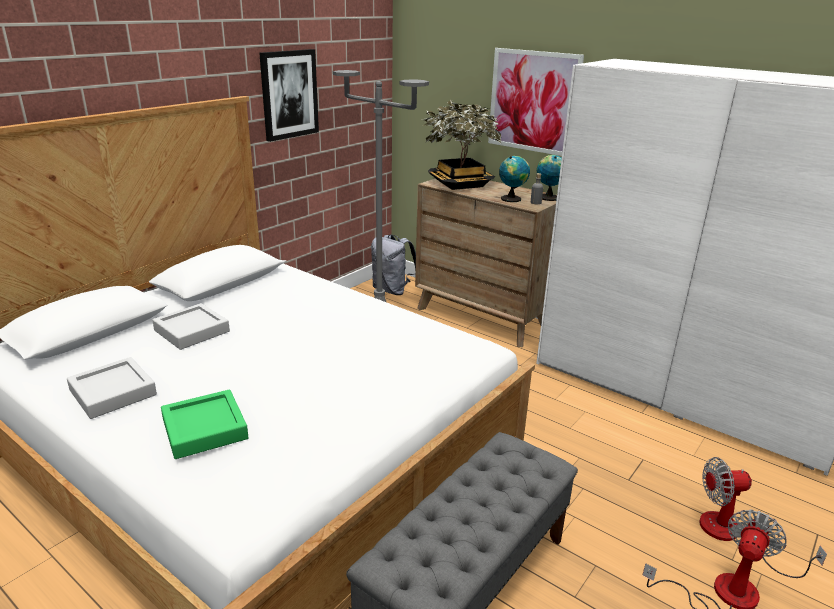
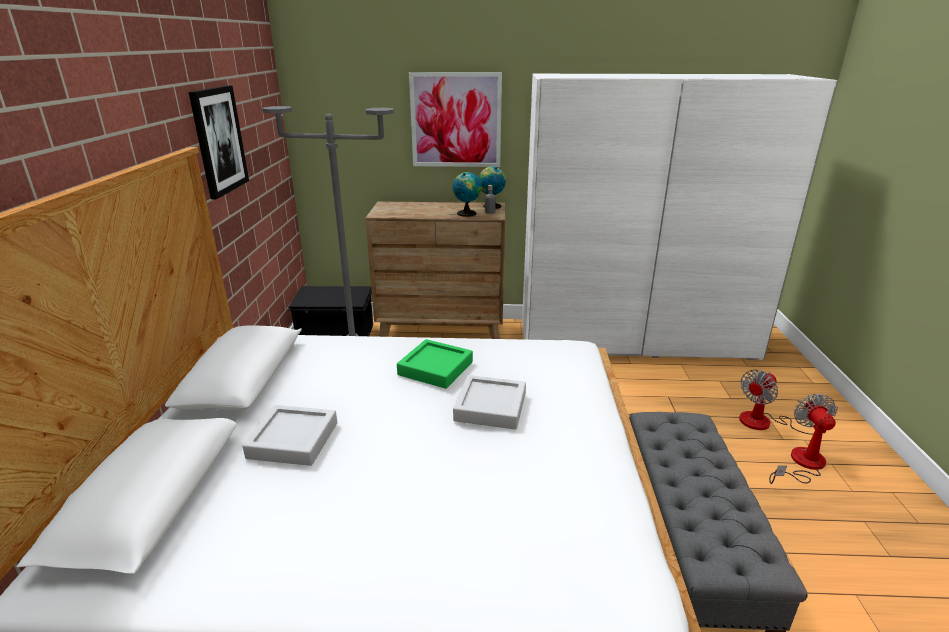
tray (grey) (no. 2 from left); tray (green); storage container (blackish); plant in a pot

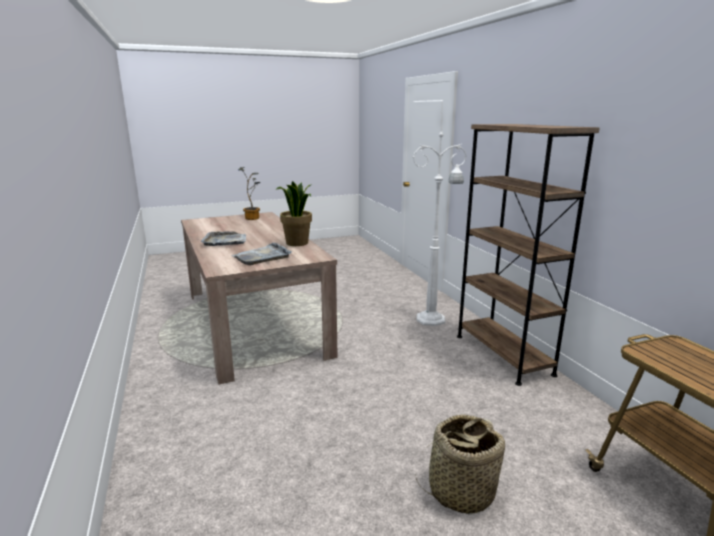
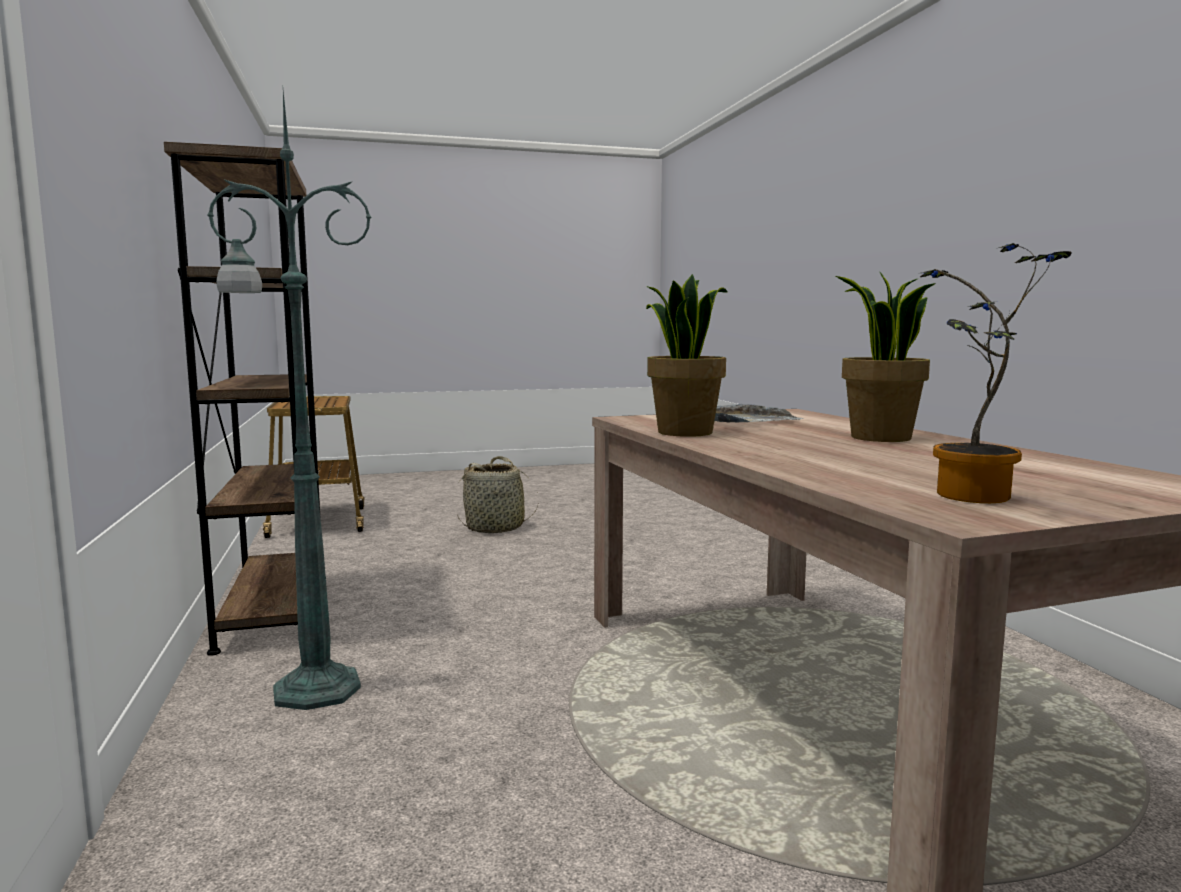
plant in a pot (no. 2 from left); standard lamp (green)

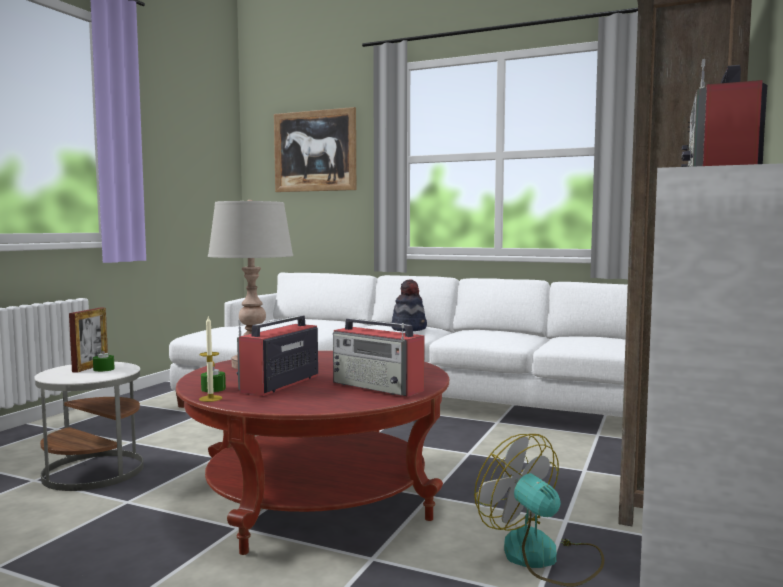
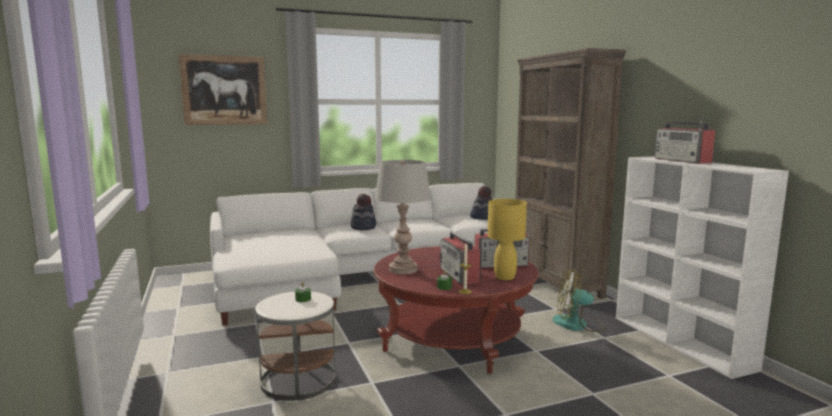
standing frame; wearable hat (no. 2 from left); table lamp (yellow-coloured)

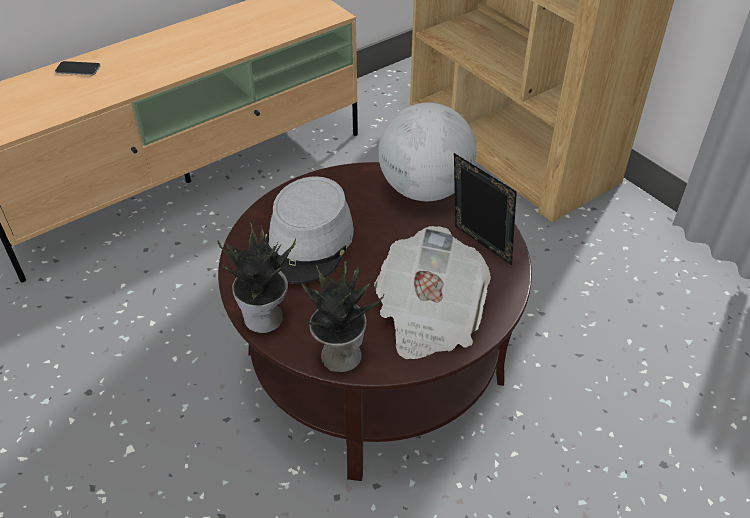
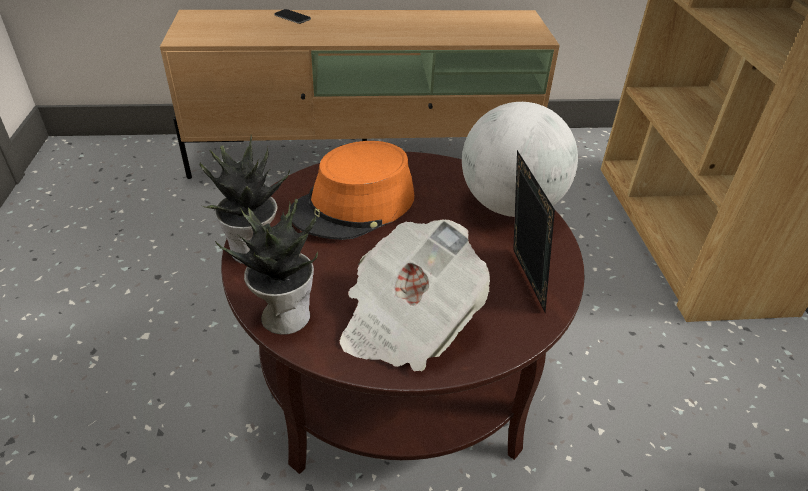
wearable hat (orangey)

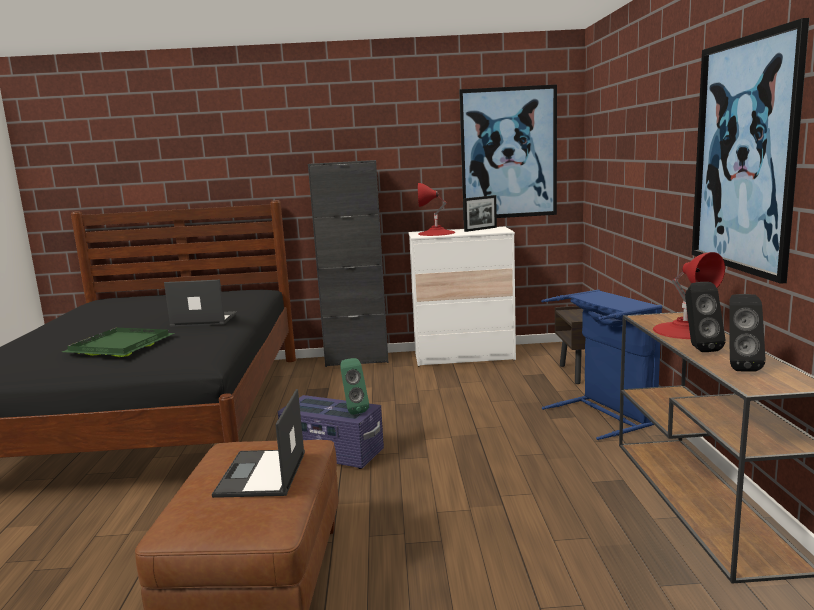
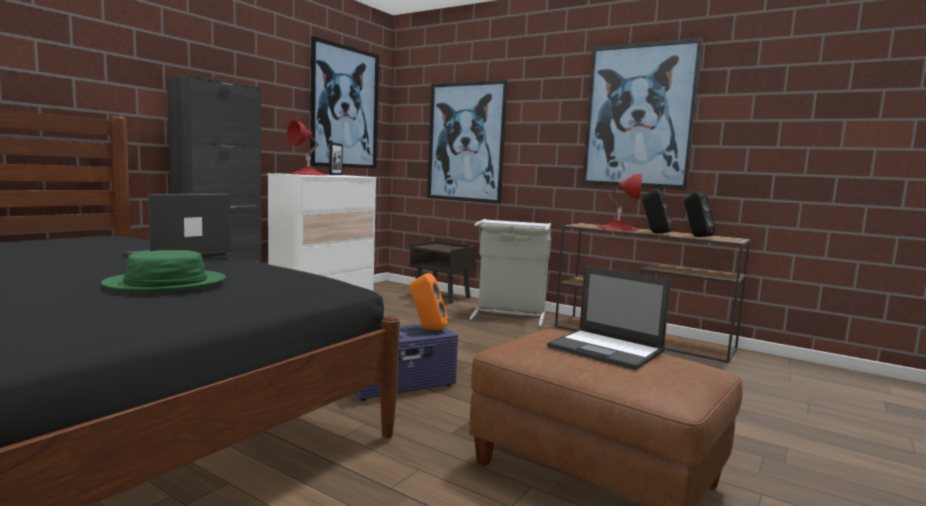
wearable hat (green); audio speaker (orangey); washing basket (grey); wall picture (no. 2 from left)

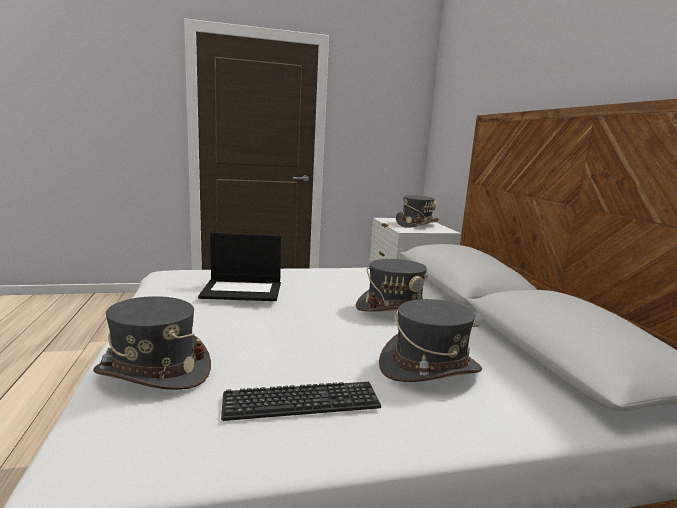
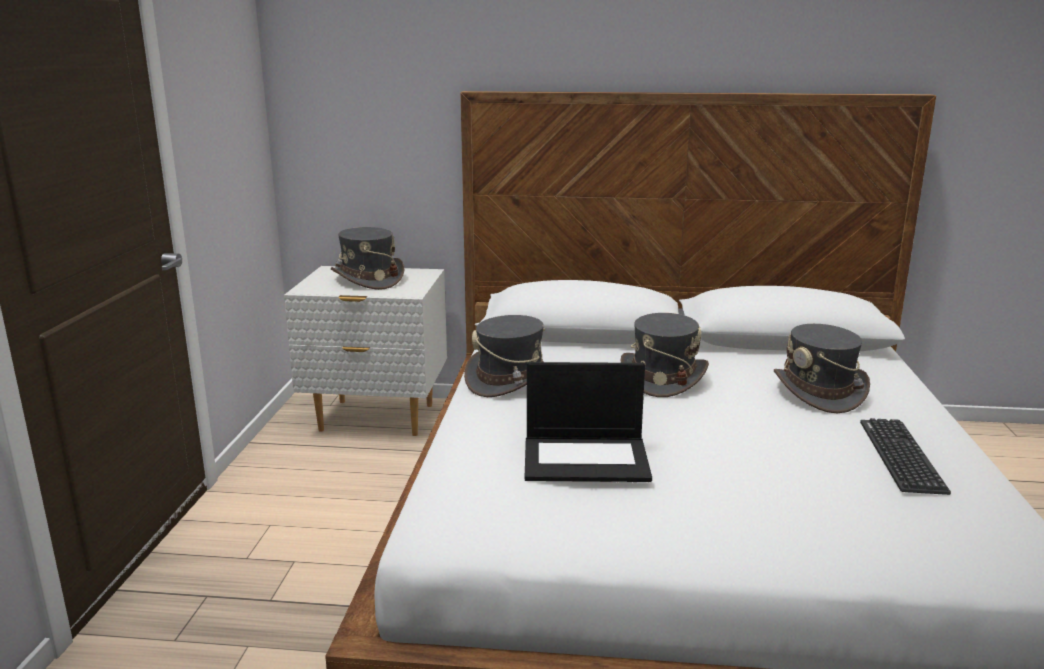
wearable hat (grey) (no. 2 from left); portable computer

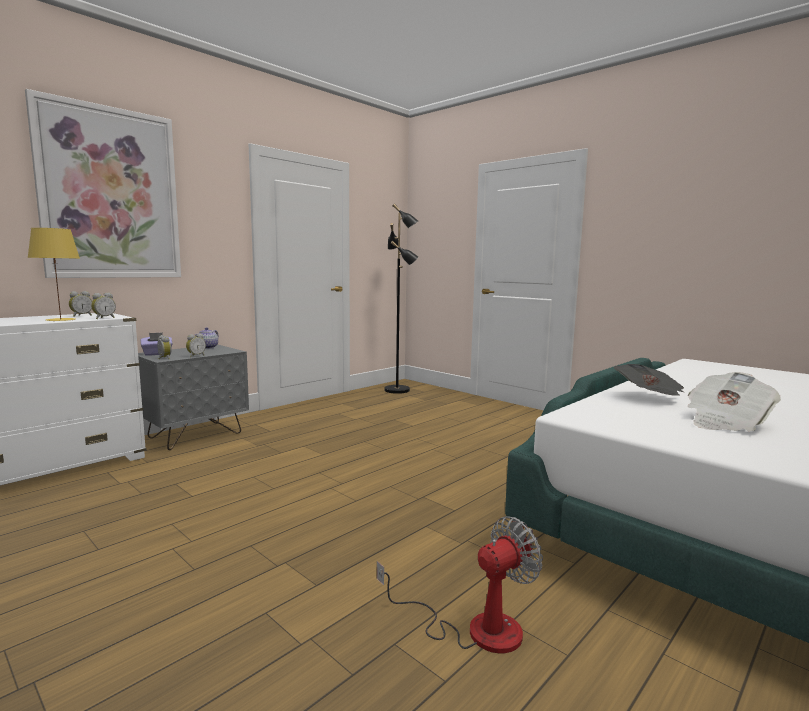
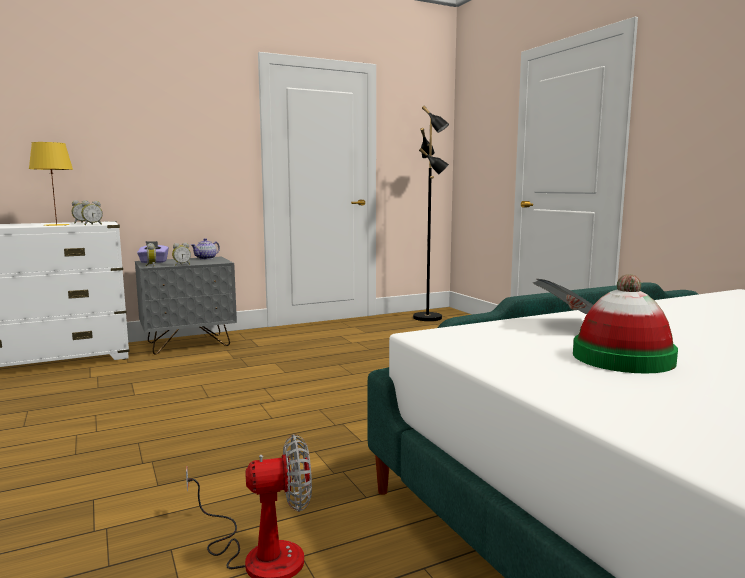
wall picture; wearable hat

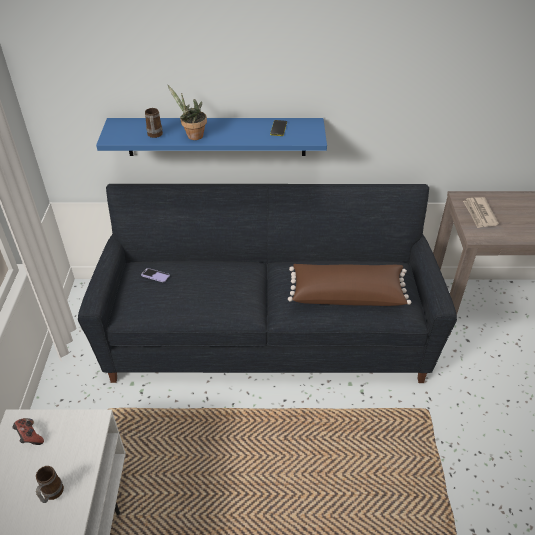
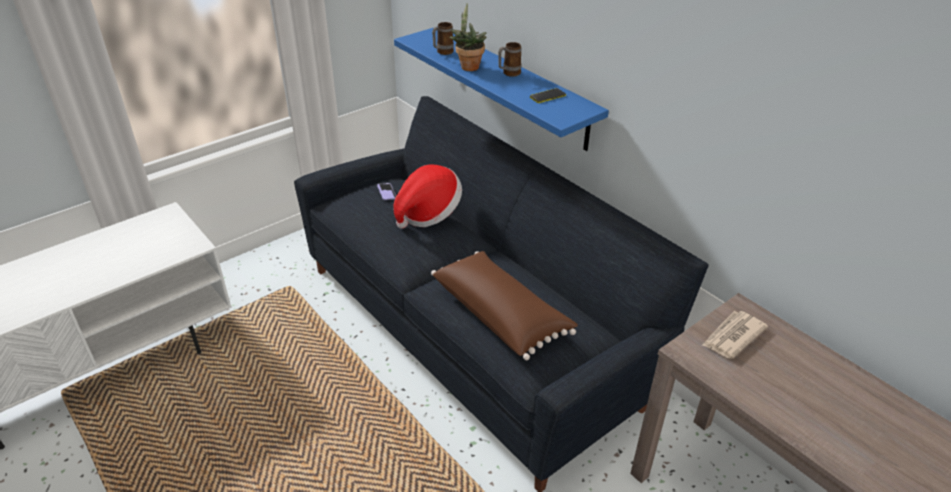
gamepad; mug (no. 2 from left); wearable hat

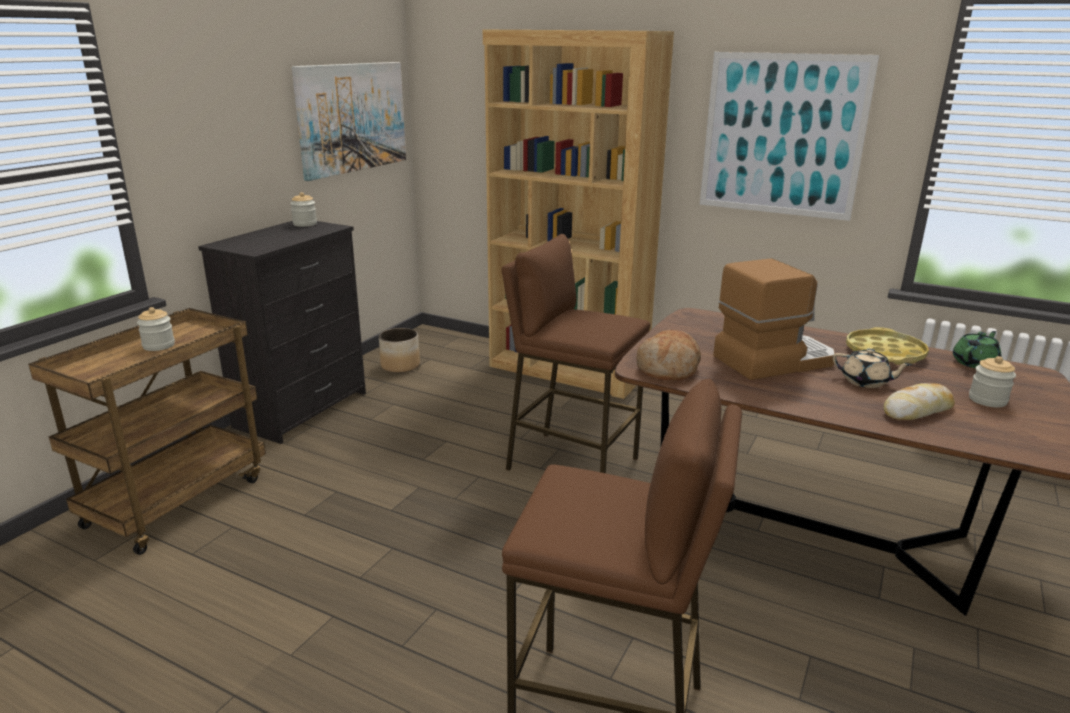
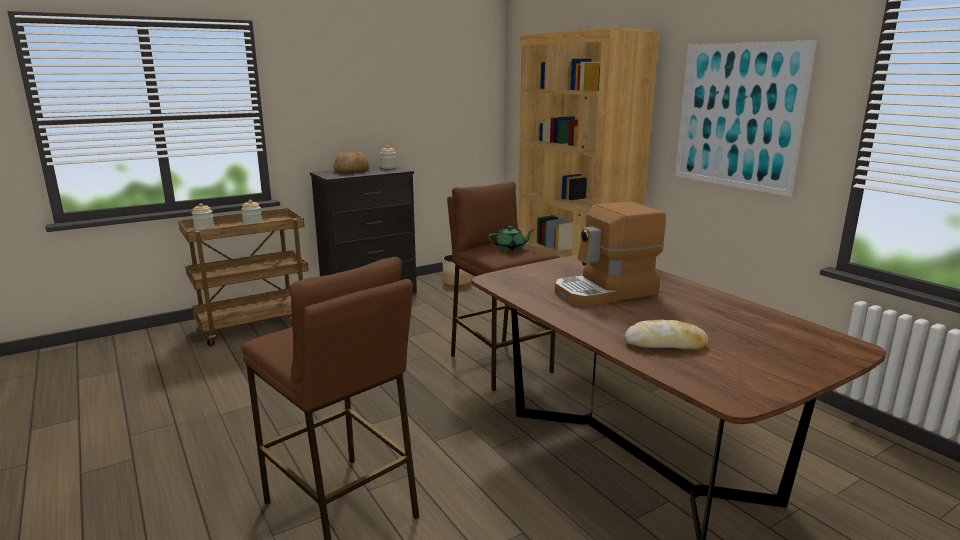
wall picture (no. 1 from left in the first image); bakery bread (no. 1 from left); coffee brewer; tea pot (beige); tray (yellow-coloured); tea pot (green); preserve jar (no. 1 from left)

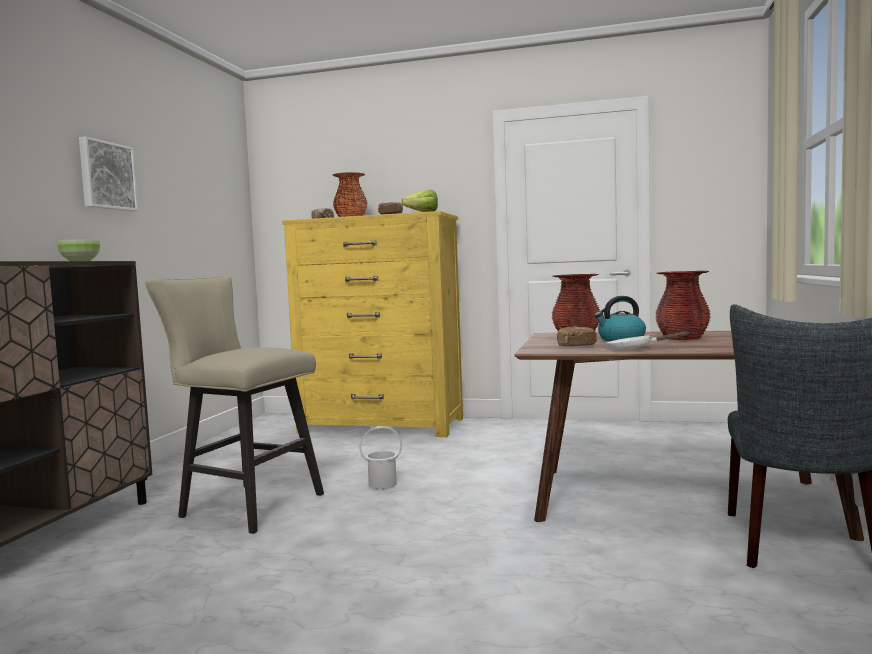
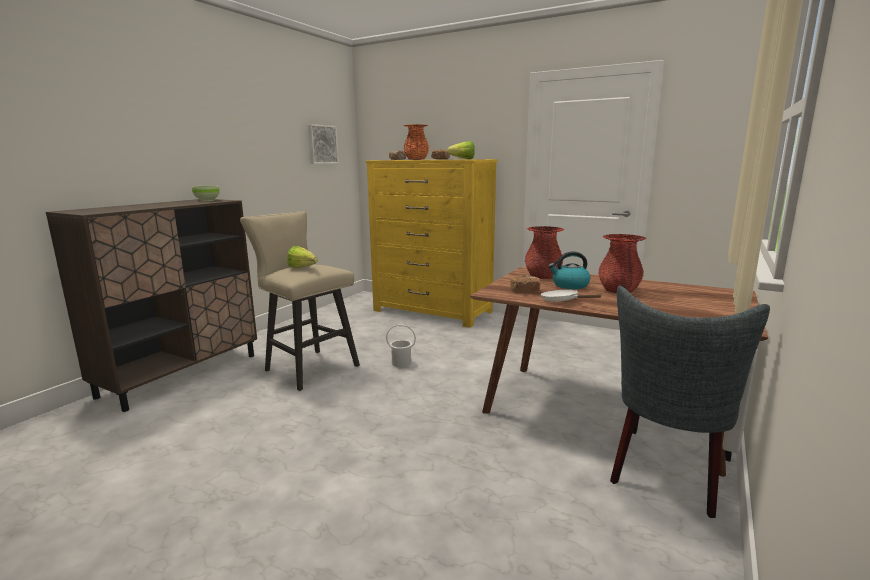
wall picture; lettuce (no. 1 from left)

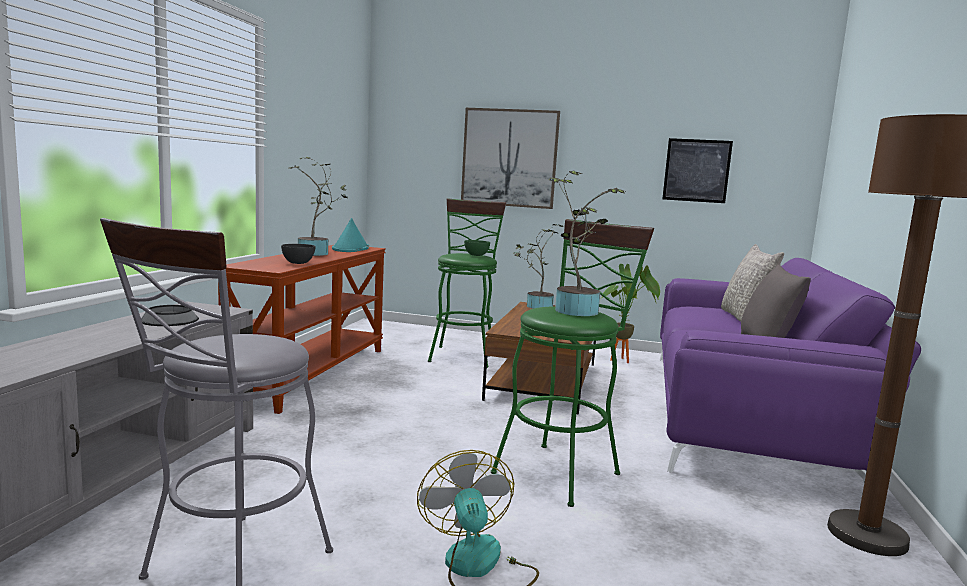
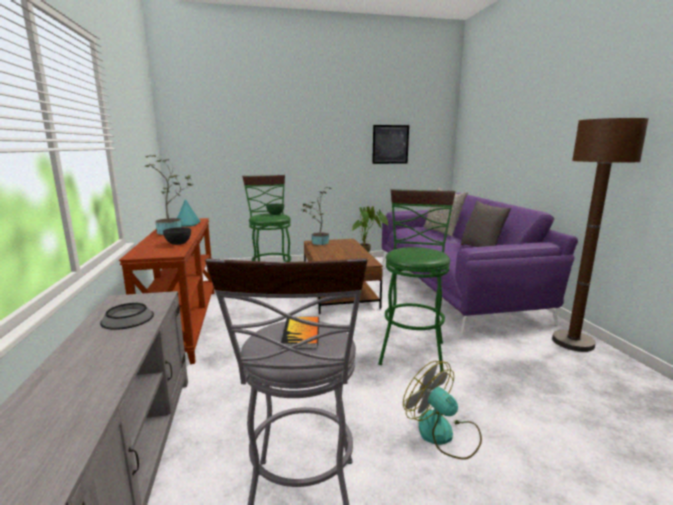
wall picture (no. 1 from left in the first image); plant in a pot (no. 3 from left in the first image); volume

